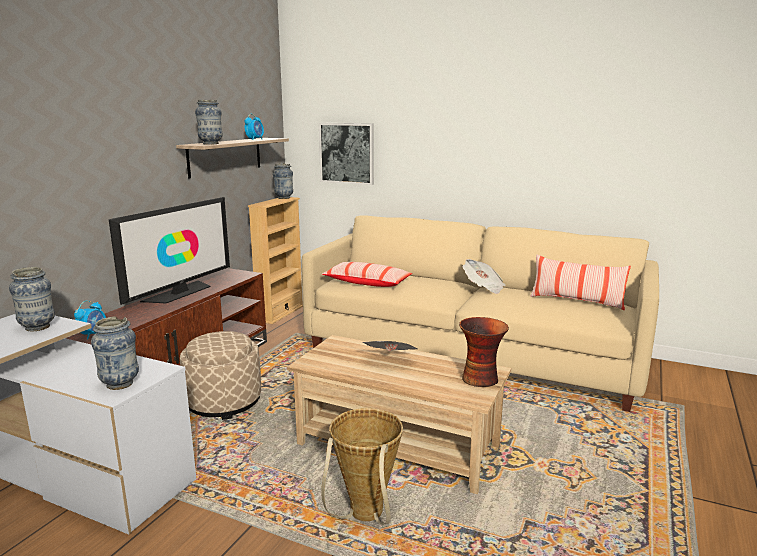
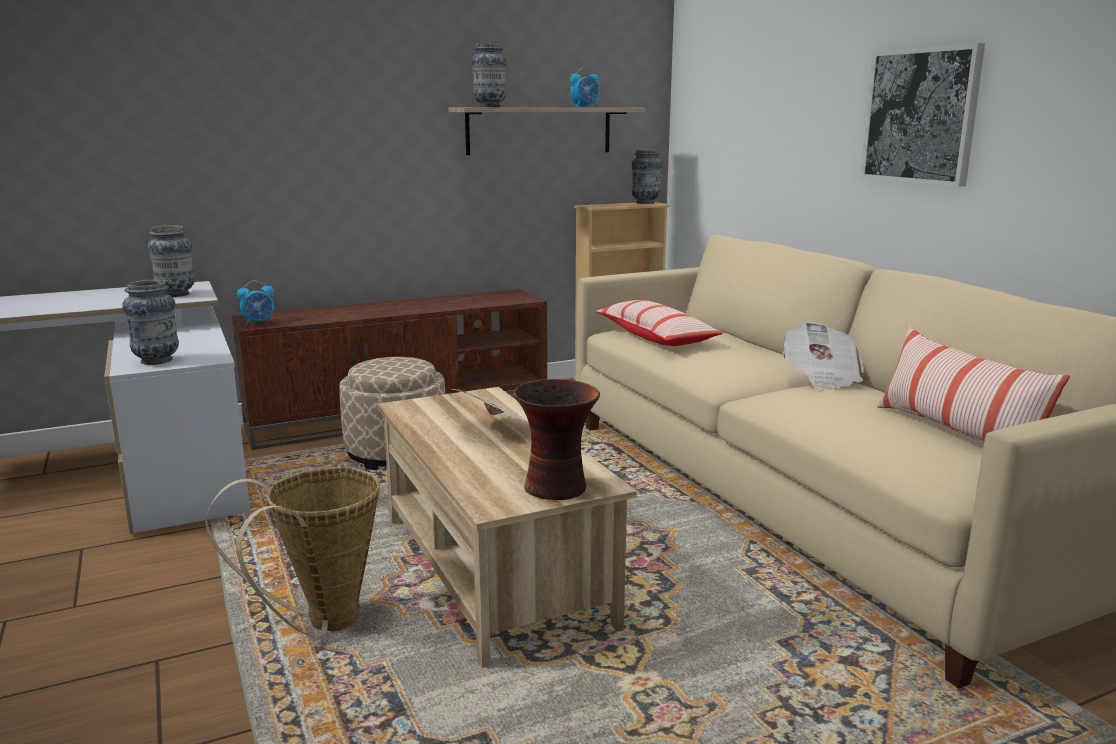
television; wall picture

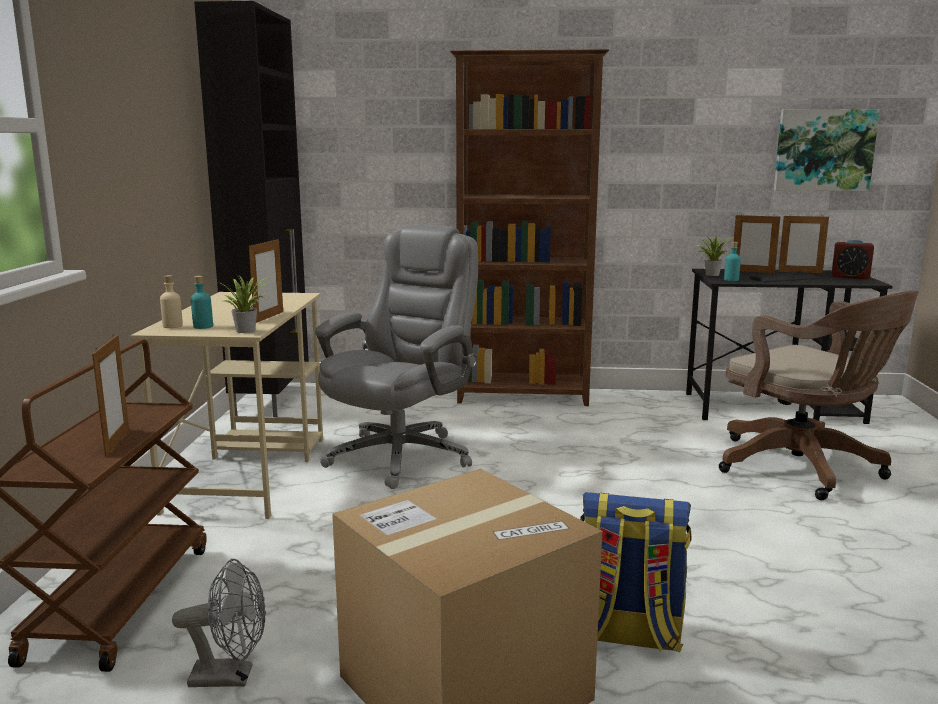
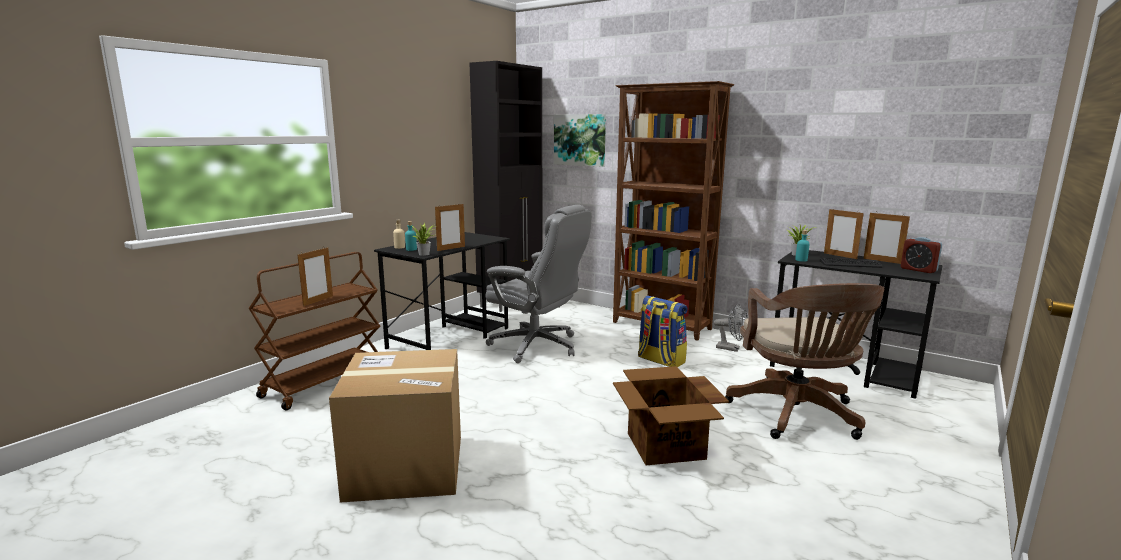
desk (blackish) (no. 1 from left); cooling fan (grey); computer chair (grey); backpack; wall picture; cardboard box (no. 2 from left)

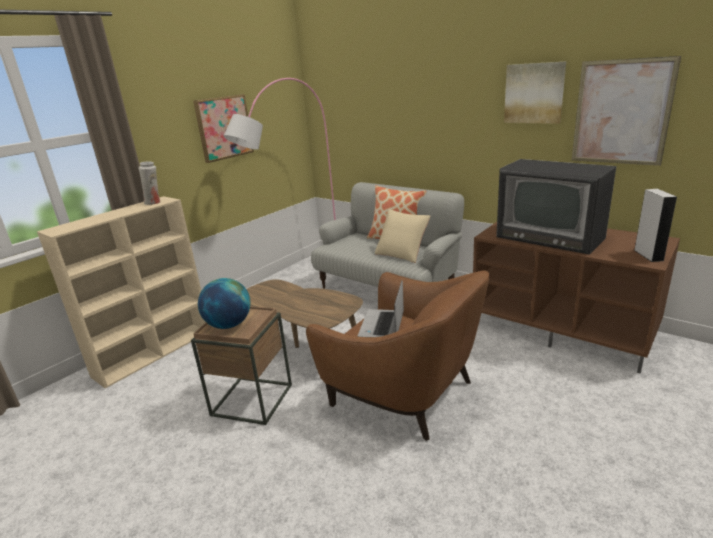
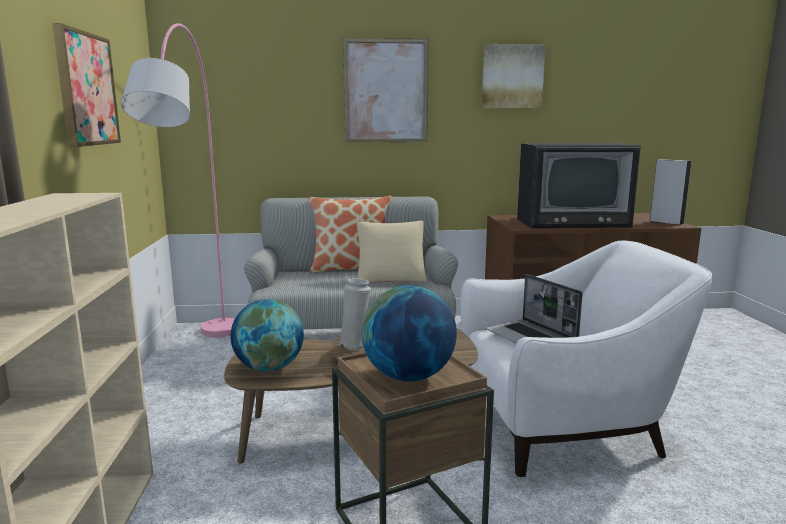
vase (white); lounge chair (white); wall picture (no. 2 from left); desk globe (no. 1 from left)

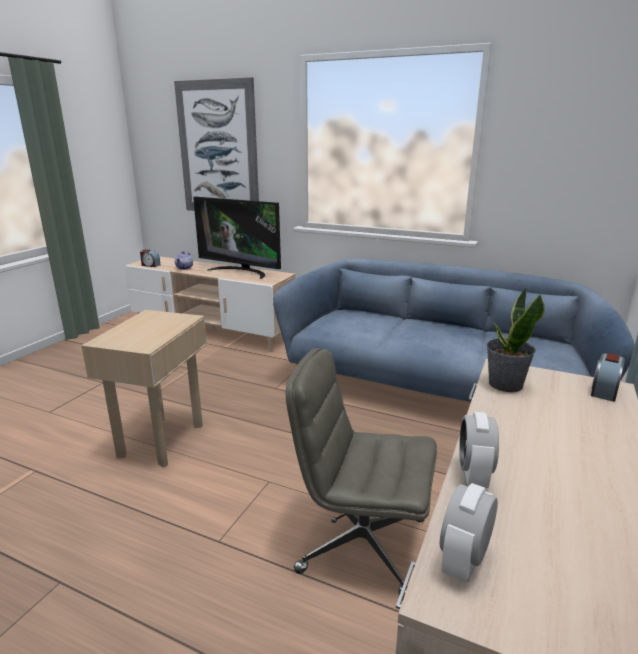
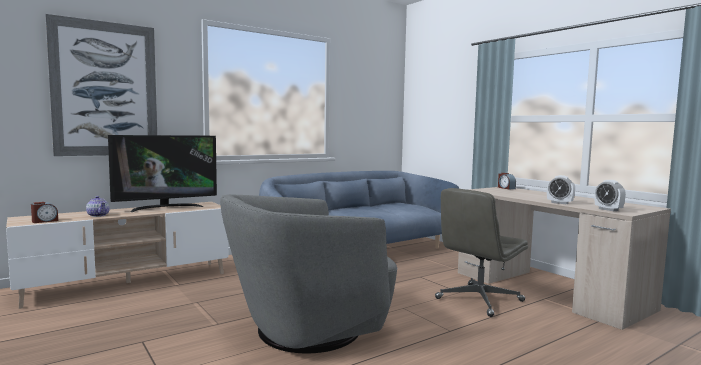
lounge chair (grey); plant in a pot

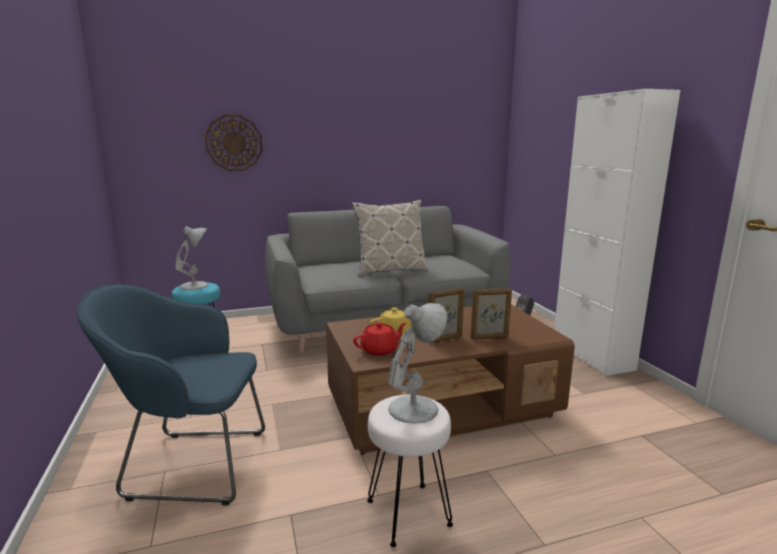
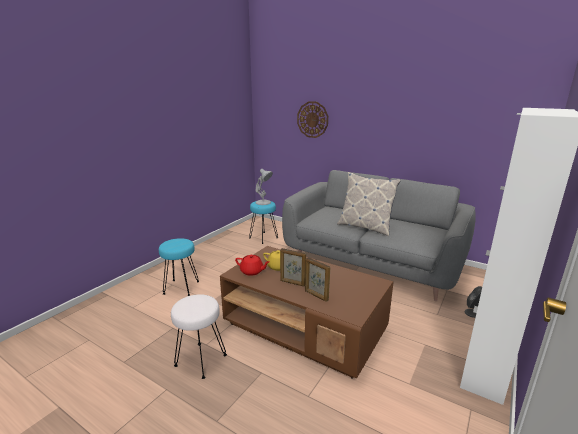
stool seat (turquoise) (no. 1 from left); table lamp (white) (no. 2 from left in the first image)

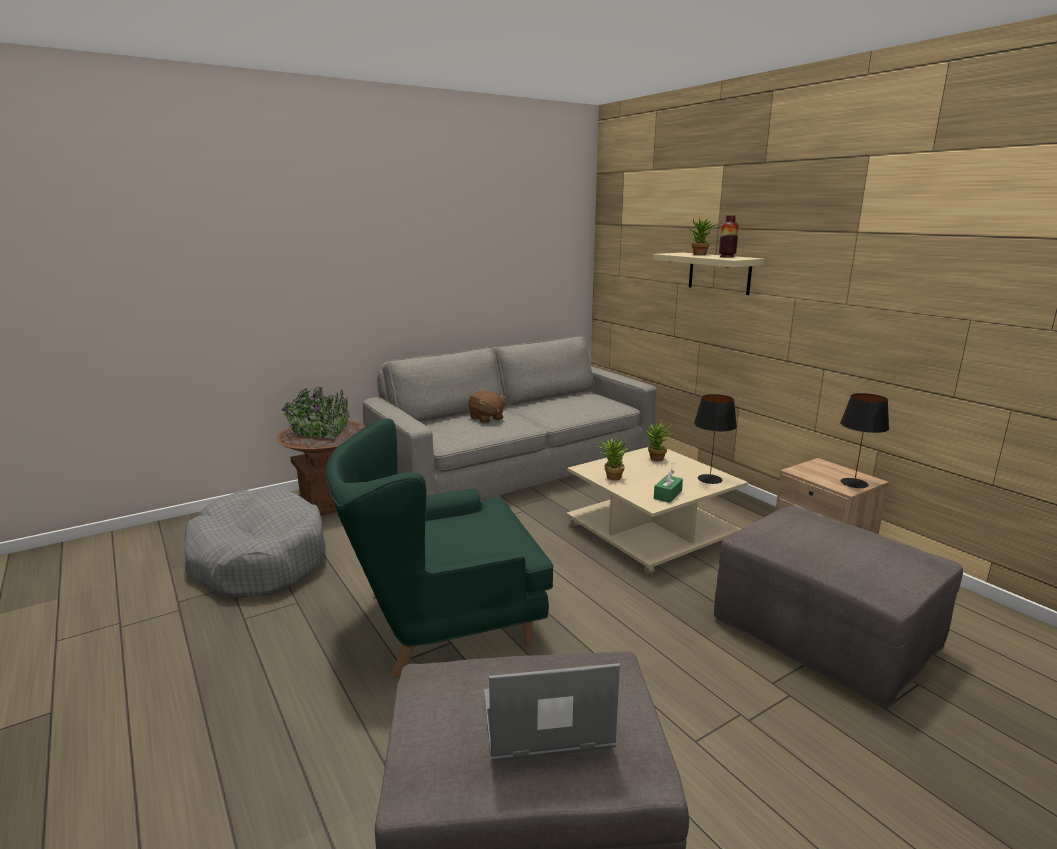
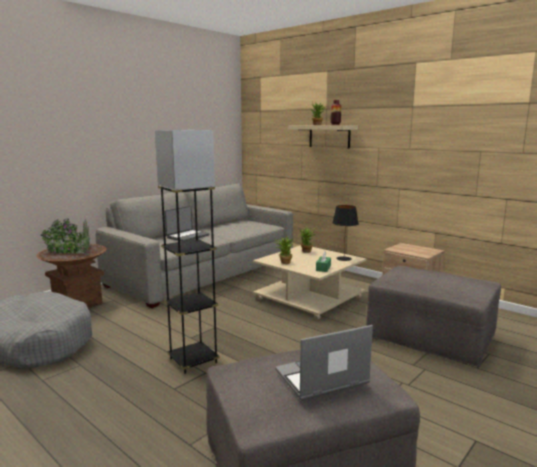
standard lamp (grey); portable computer (no. 1 from left); table lamp (blackish) (no. 2 from left in the first image)

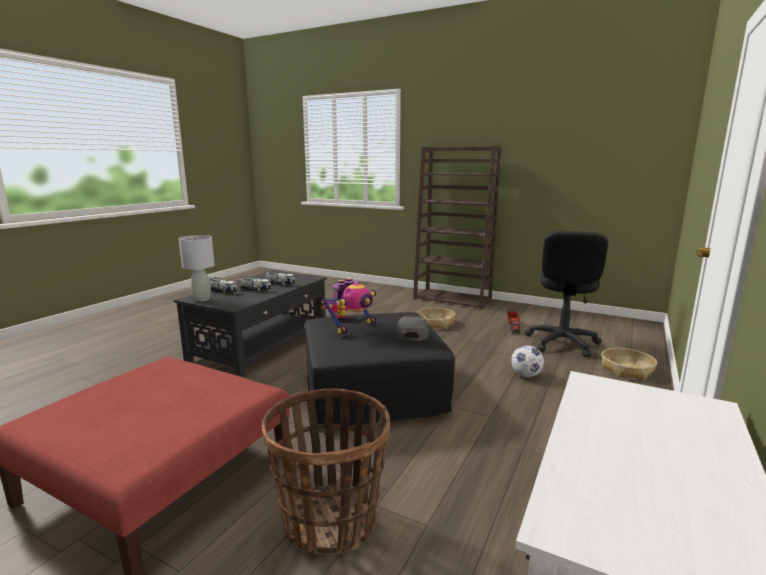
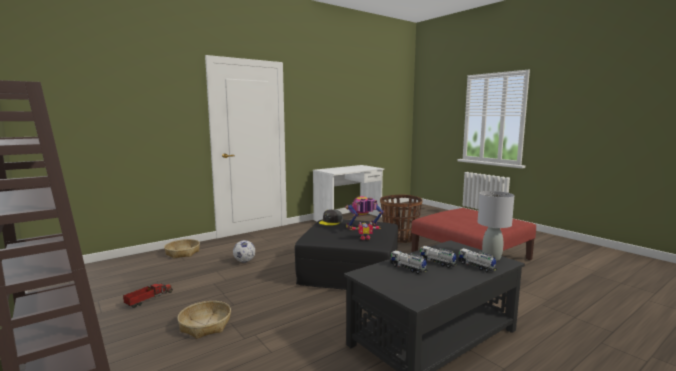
computer chair (blackish)

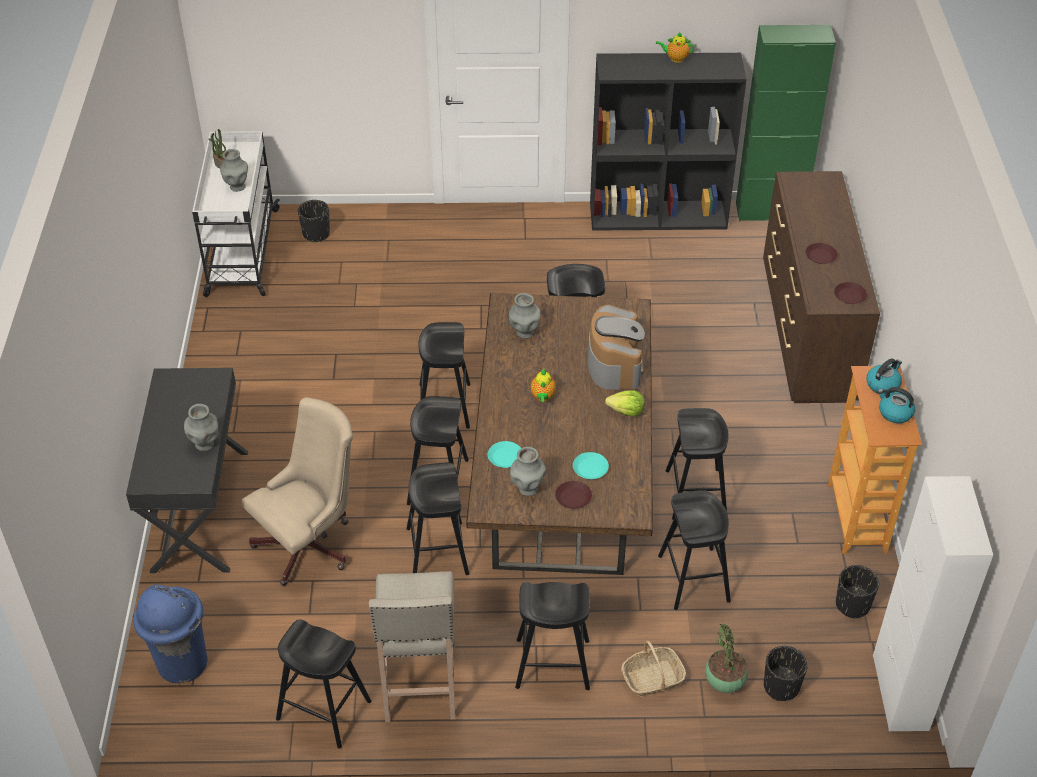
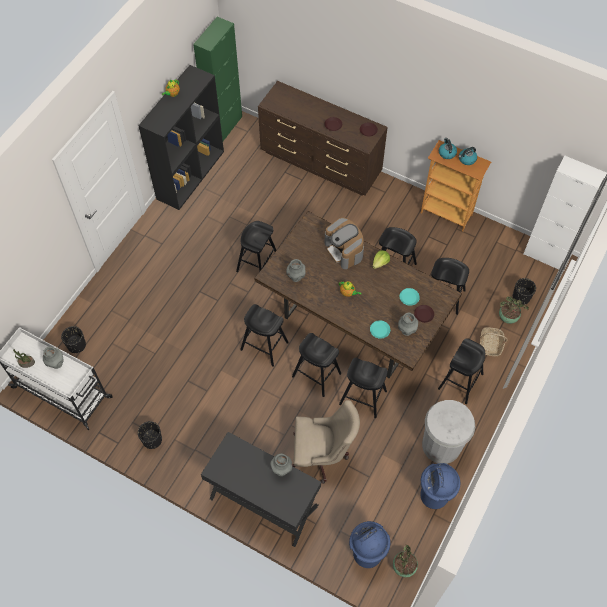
computer chair (beige); rubbish bin (blue-coloured) (no. 2 from left); rubbish bin (white); coffee brewer; plant pot (blackish) (no. 2 from left); plant in a pot (no. 2 from left)

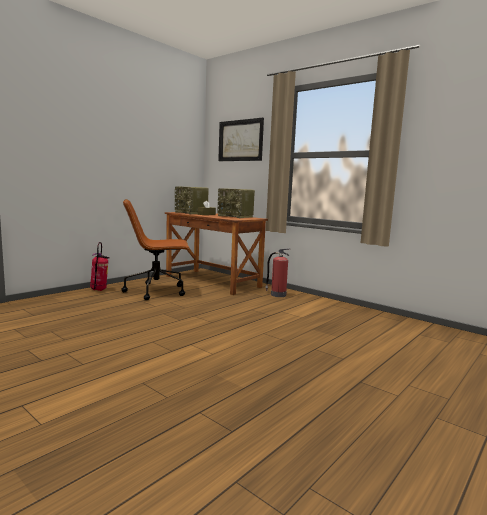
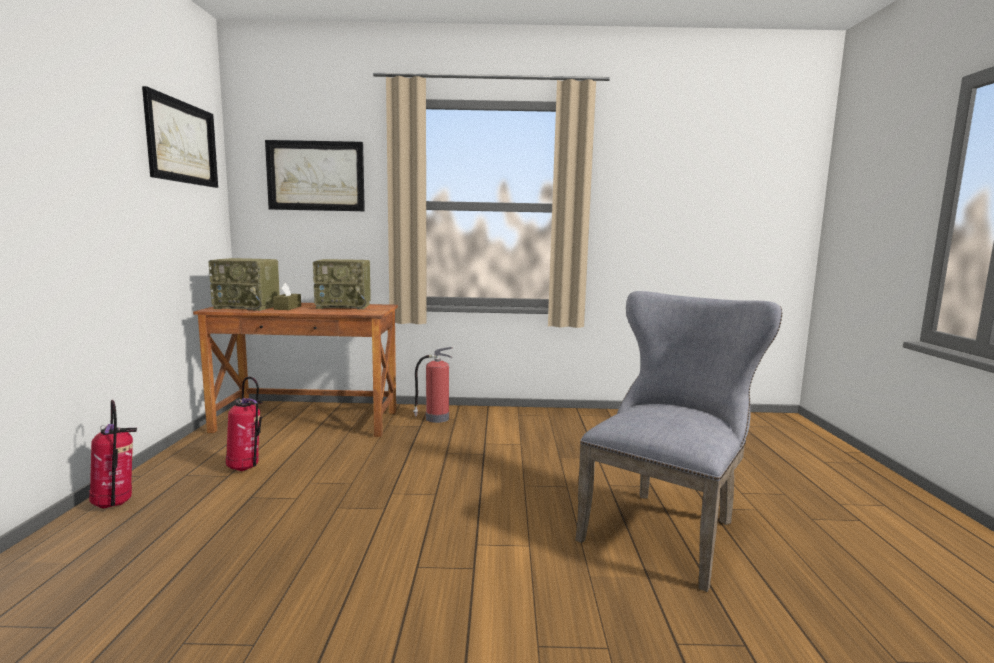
fire extinguisher (no. 2 from left); wall picture (no. 1 from left); upright chair (grey)

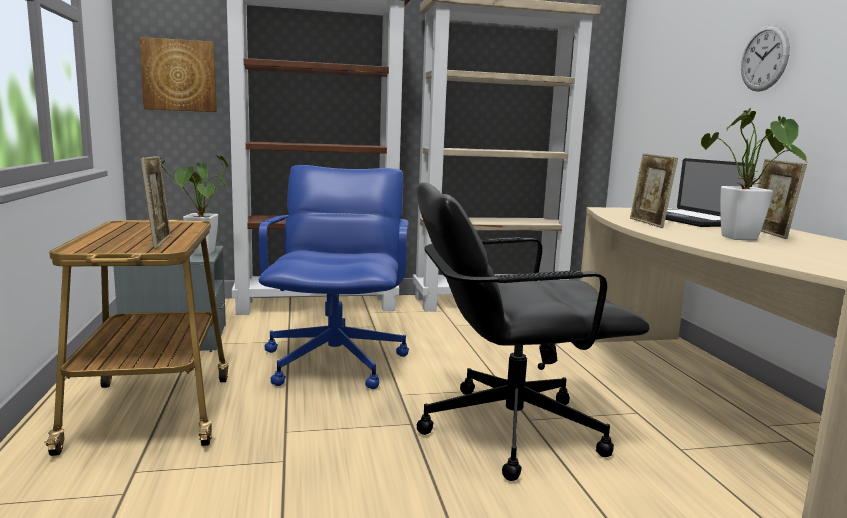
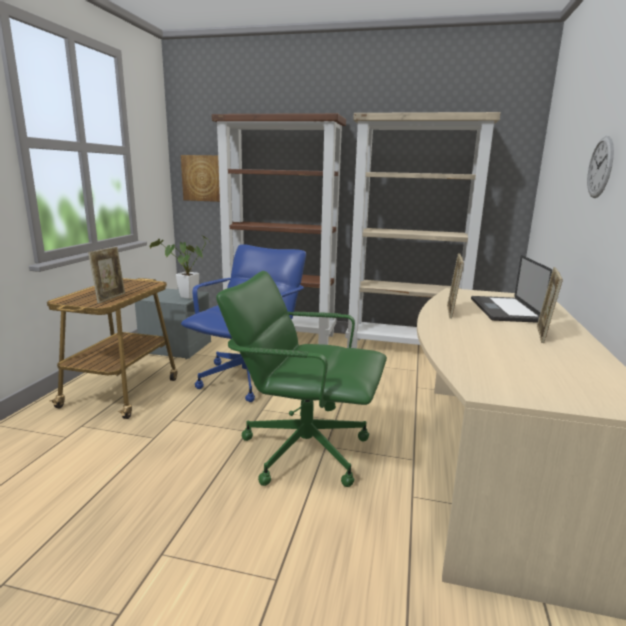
computer chair (green); plant in a pot (no. 2 from left in the first image)

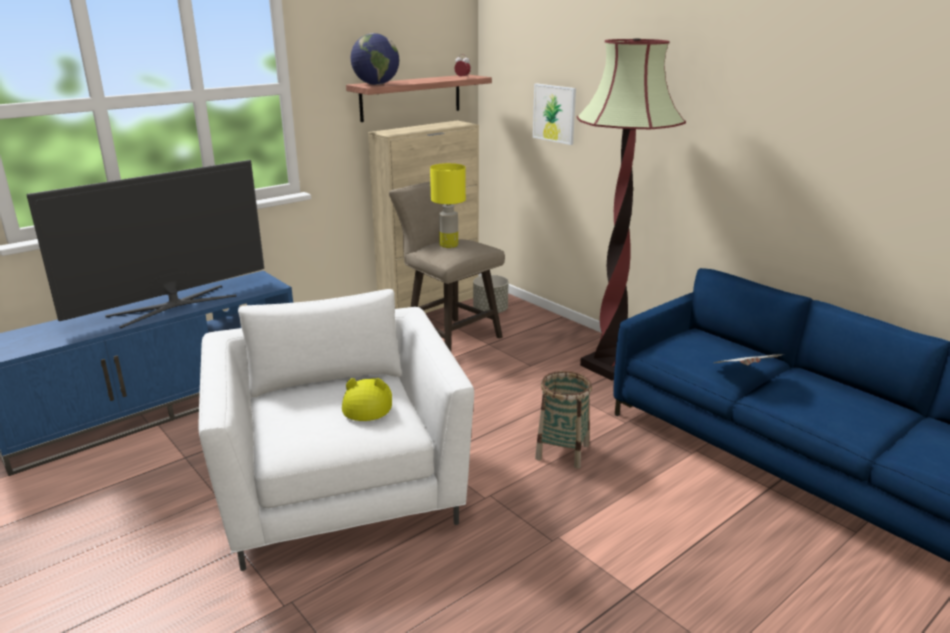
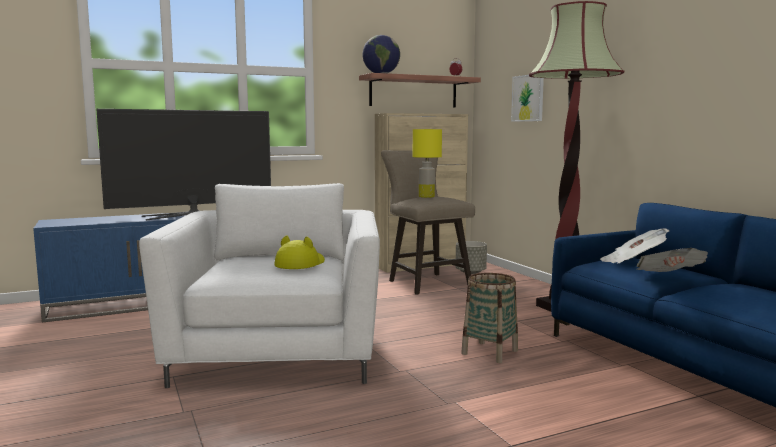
printed paper (no. 1 from left)

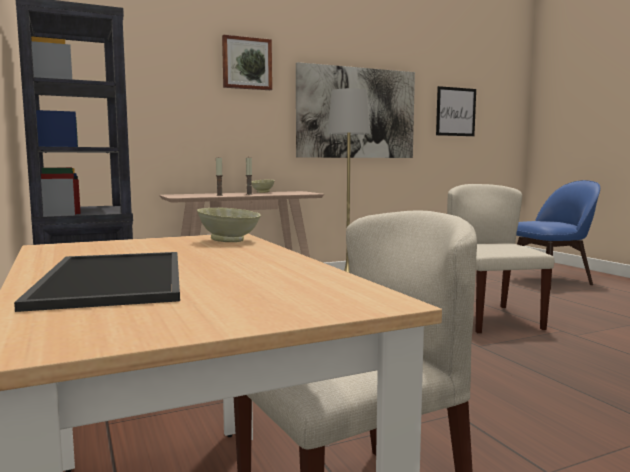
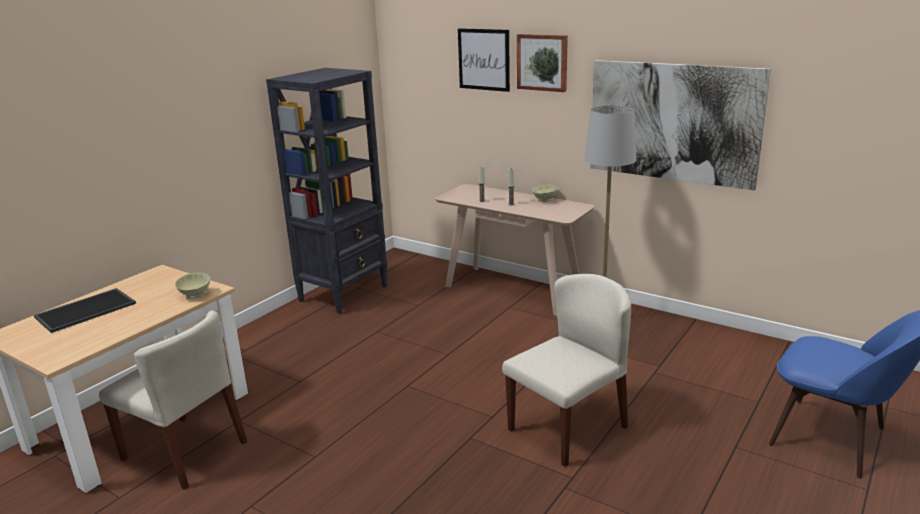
wall picture (no. 1 from left)

